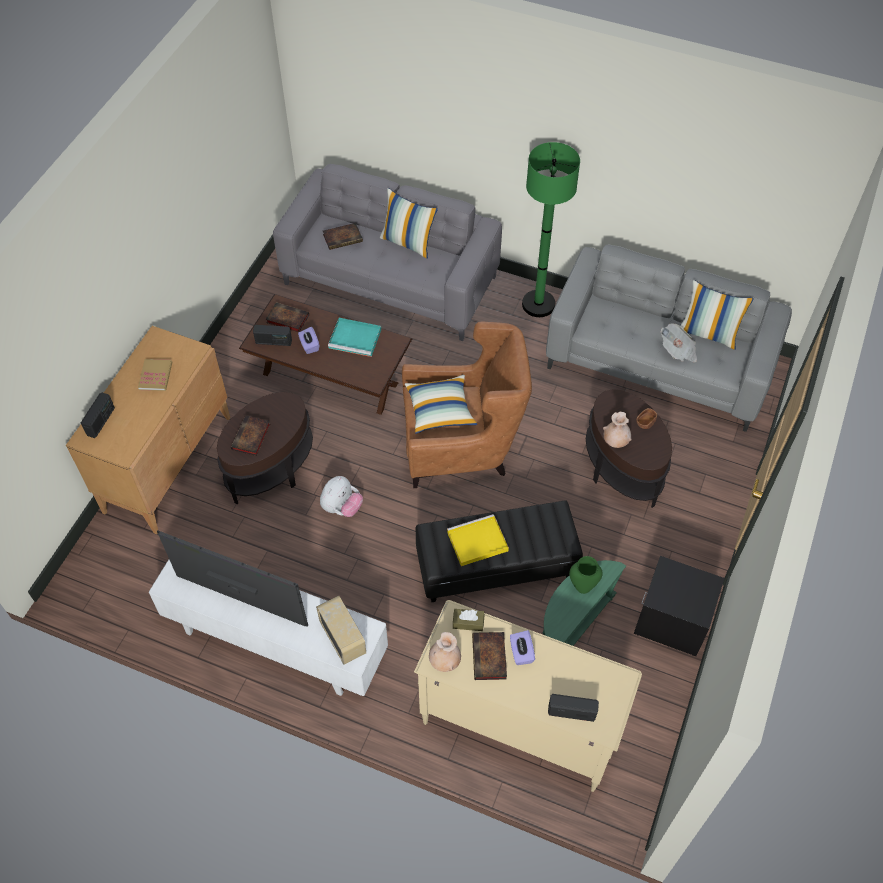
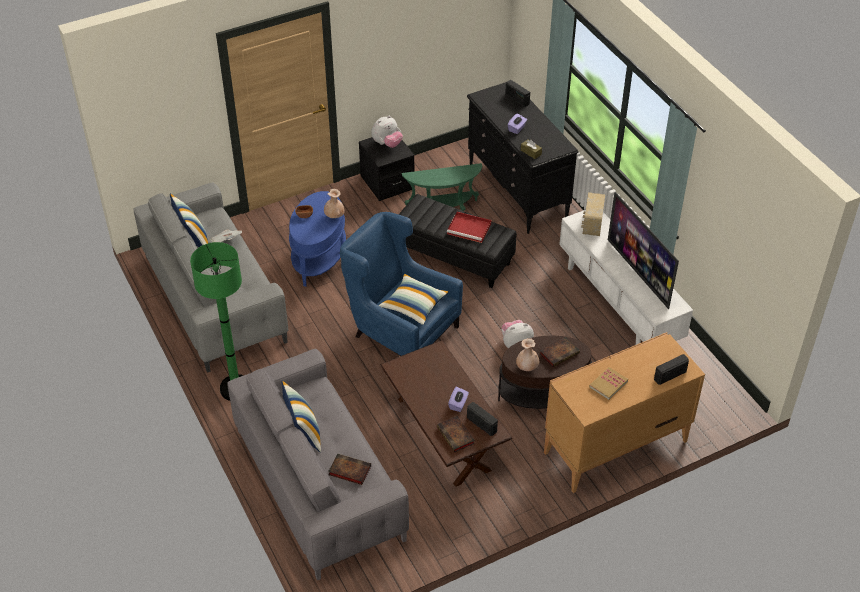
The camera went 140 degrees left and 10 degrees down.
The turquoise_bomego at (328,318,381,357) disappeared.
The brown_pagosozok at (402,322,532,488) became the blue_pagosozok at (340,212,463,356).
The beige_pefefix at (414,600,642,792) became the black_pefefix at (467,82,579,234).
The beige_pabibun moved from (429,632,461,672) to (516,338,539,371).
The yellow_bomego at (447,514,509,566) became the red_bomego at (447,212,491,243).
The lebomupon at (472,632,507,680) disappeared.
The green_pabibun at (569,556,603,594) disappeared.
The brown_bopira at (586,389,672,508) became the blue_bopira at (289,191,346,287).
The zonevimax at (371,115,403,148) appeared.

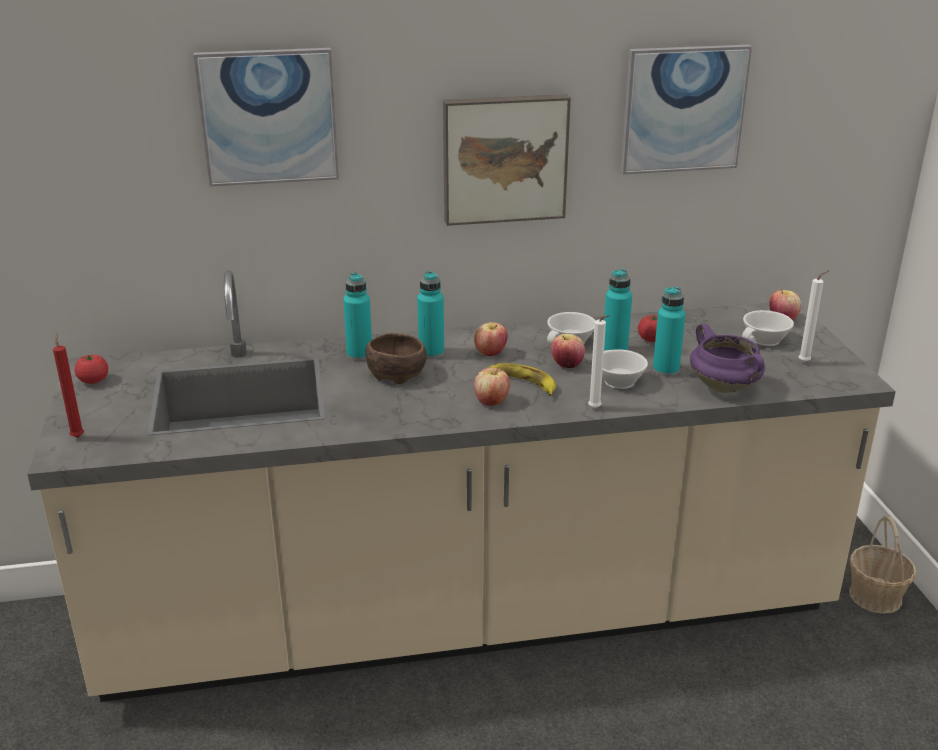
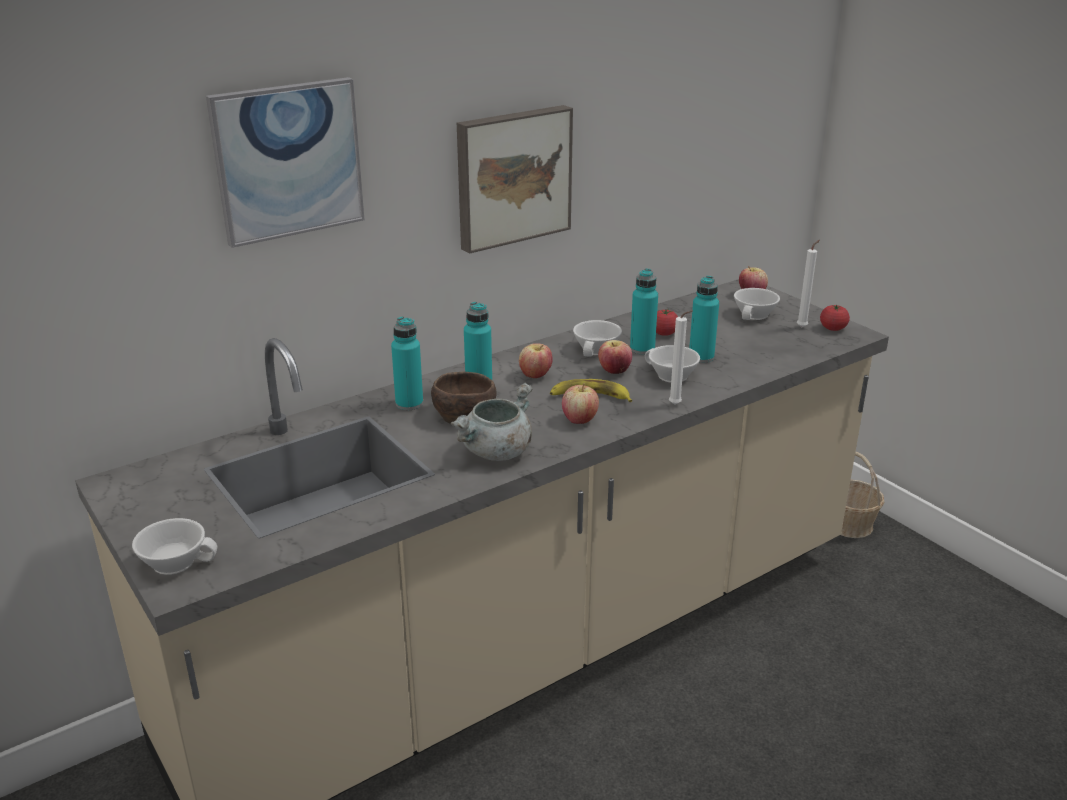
The camera went 25 degrees left and 0 degrees up.
The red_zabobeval at (53,332,84,438) was replaced by the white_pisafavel at (132,518,217,575).
The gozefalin moved from (74,354,109,384) to (820,305,850,331).
The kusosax at (621,45,752,174) disappeared.
The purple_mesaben at (690,324,765,393) disappeared.
The grey_mesaben at (451,383,533,461) appeared.

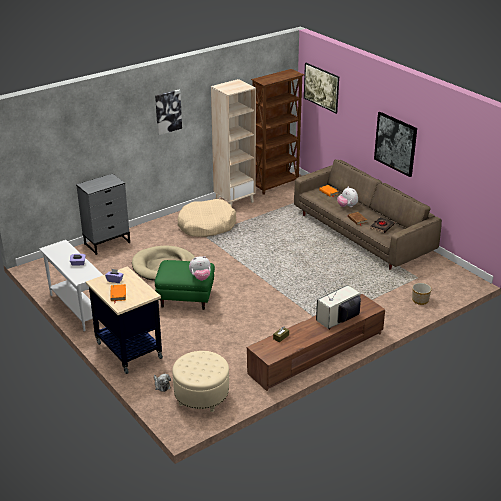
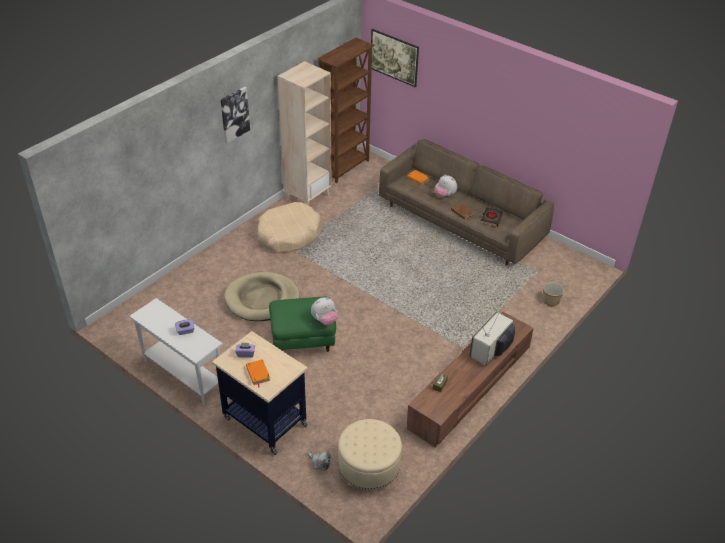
The camera went 15 degrees left and 10 degrees up.
The grey_pefefix at (76,173,130,255) disappeared.
The kusosax at (374,112,417,177) disappeared.

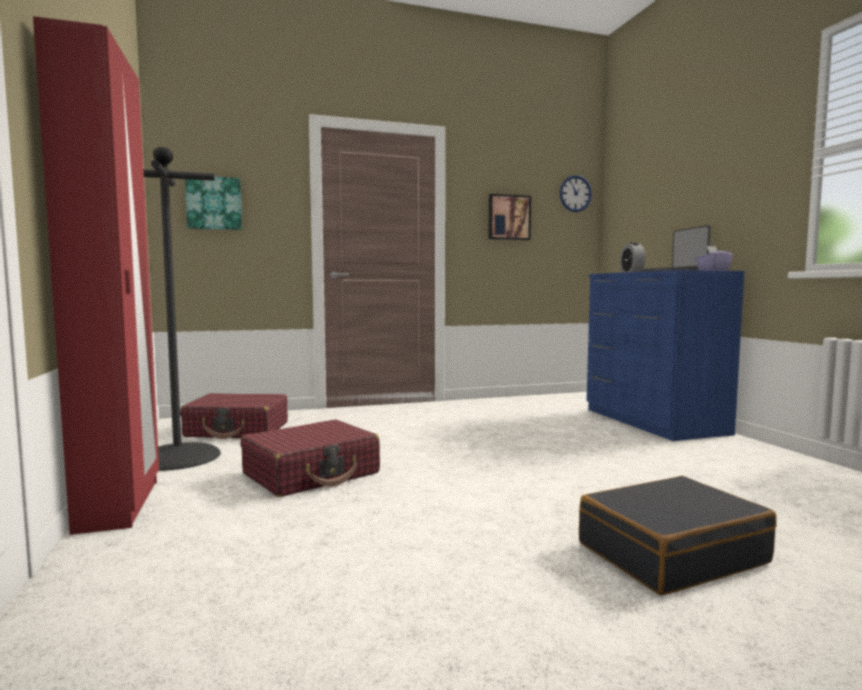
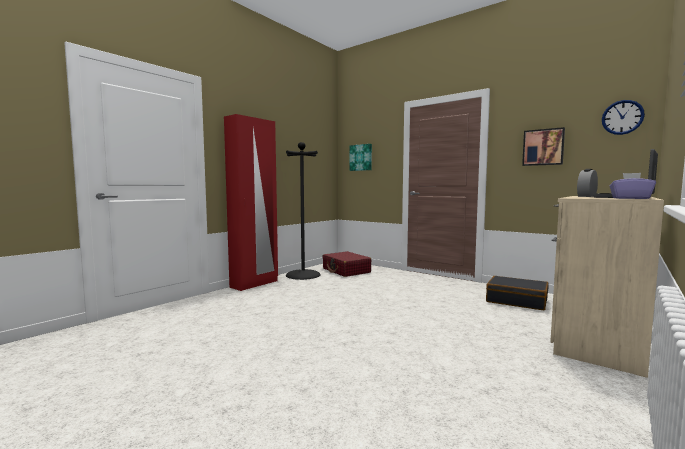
The camera went 55 degrees right and 0 degrees up.
The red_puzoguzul at (241,420,380,497) disappeared.
The black_puzoguzul moved from (579,476,776,595) to (486,276,548,310).
The blue_pefefix at (587,270,744,441) became the beige_pefefix at (550,196,664,378).

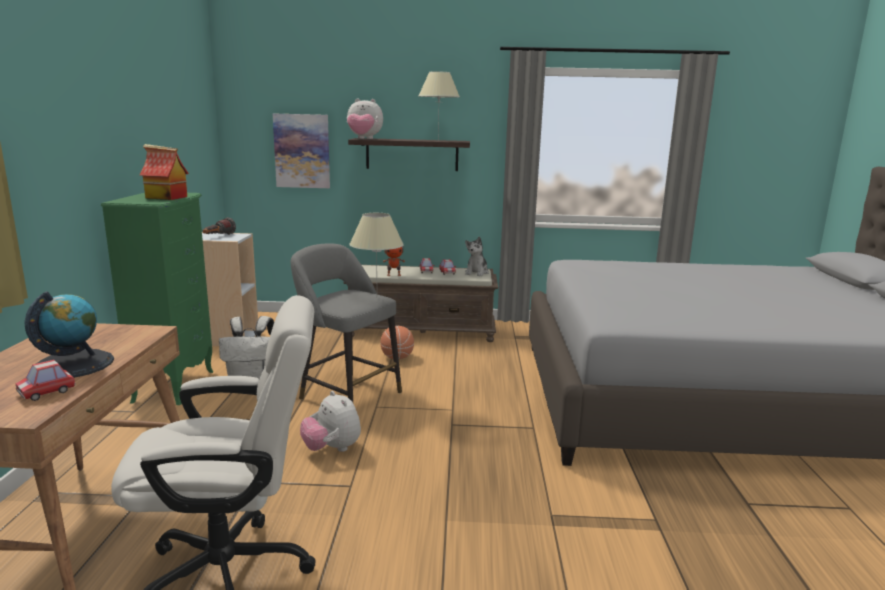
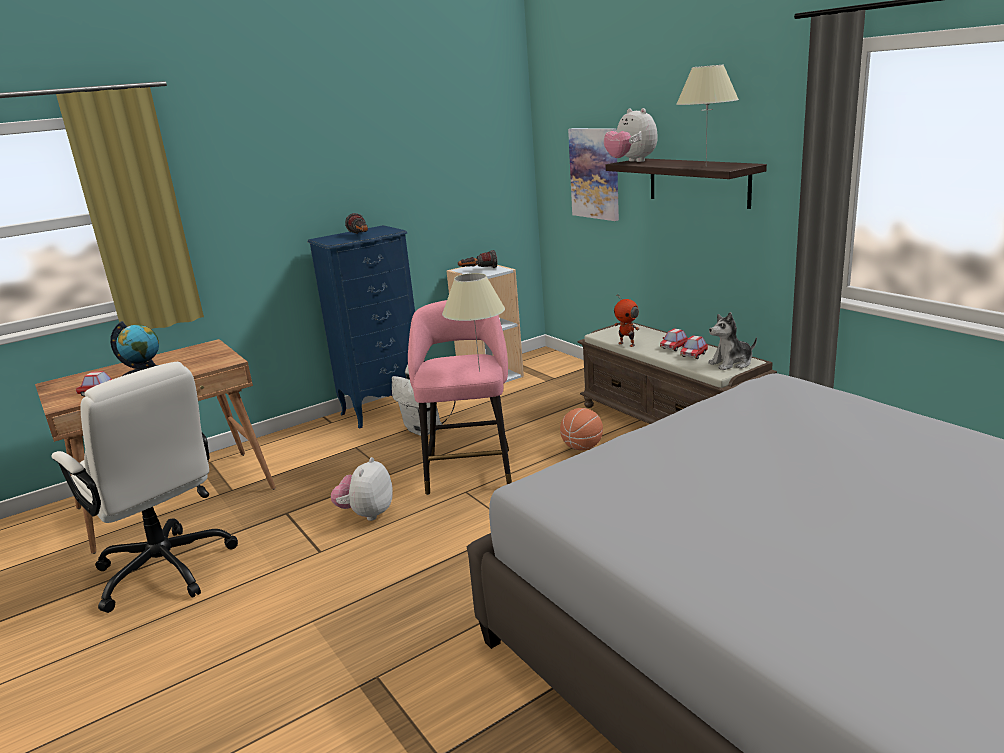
The camera went 55 degrees right and 5 degrees up.
The green_pefefix at (101,193,213,405) became the blue_pefefix at (307,225,415,428).
The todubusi at (139,144,189,200) was replaced by the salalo at (345,213,368,234).
The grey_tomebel at (291,244,402,402) became the pink_tomebel at (408,300,512,495).

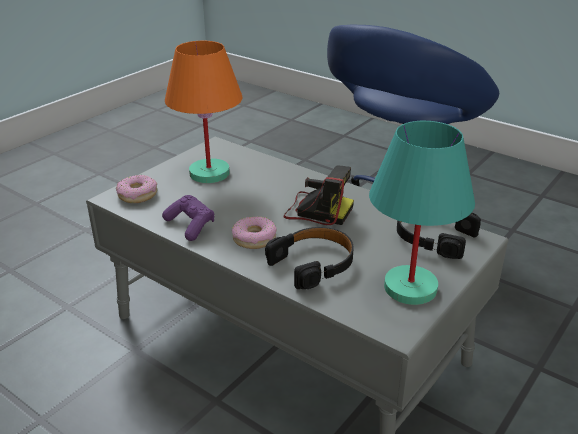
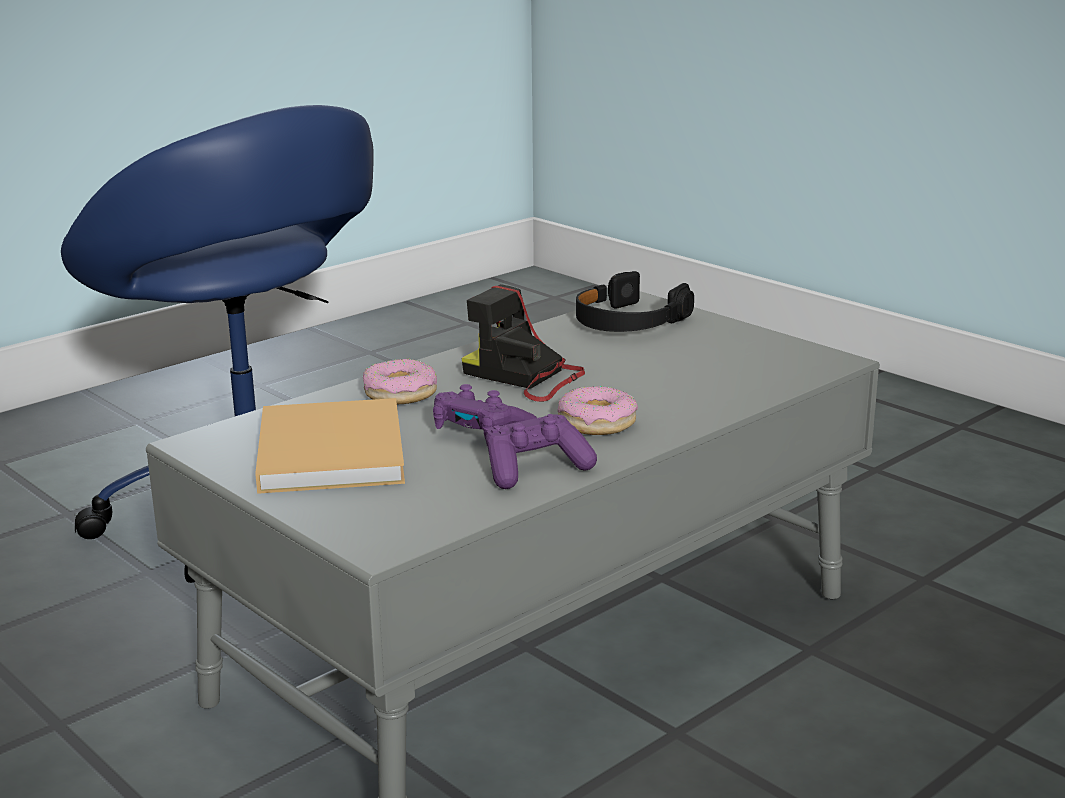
The camera went 80 degrees left and 10 degrees down.
The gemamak moved from (116,175,157,203) to (363,359,437,404).
The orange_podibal at (165,41,243,183) was replaced by the beige_lebomupon at (255,398,405,494).
The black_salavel at (265,227,354,289) disappeared.
The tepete at (283,166,354,225) turned 90 degrees counterclockwise.
The turquoise_podibal at (369,121,475,305) disappeared.
The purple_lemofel at (433,384,537,439) appeared.

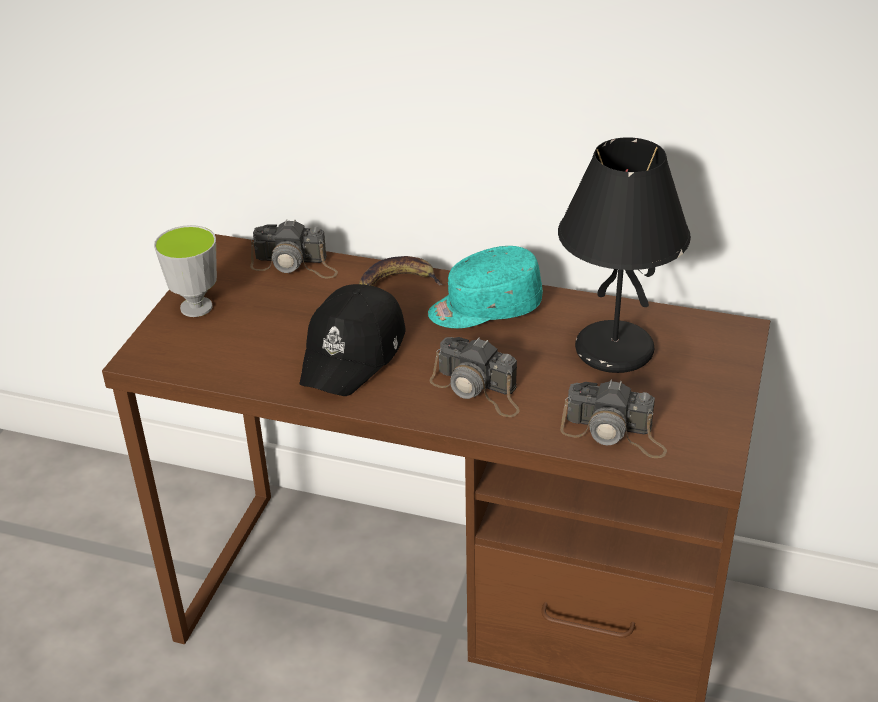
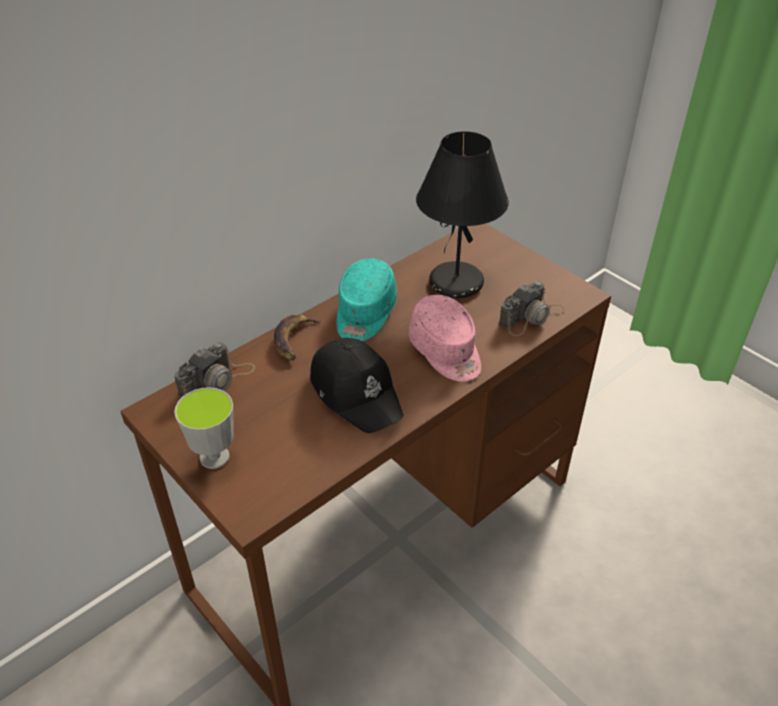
The camera went 60 degrees left and 5 degrees up.
The tepete at (429,337,520,417) was replaced by the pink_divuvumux at (409,295,481,382).

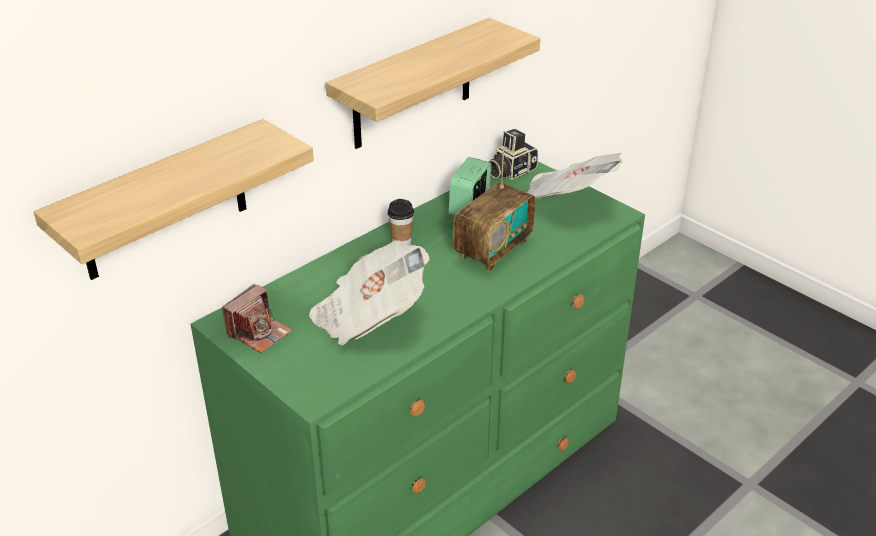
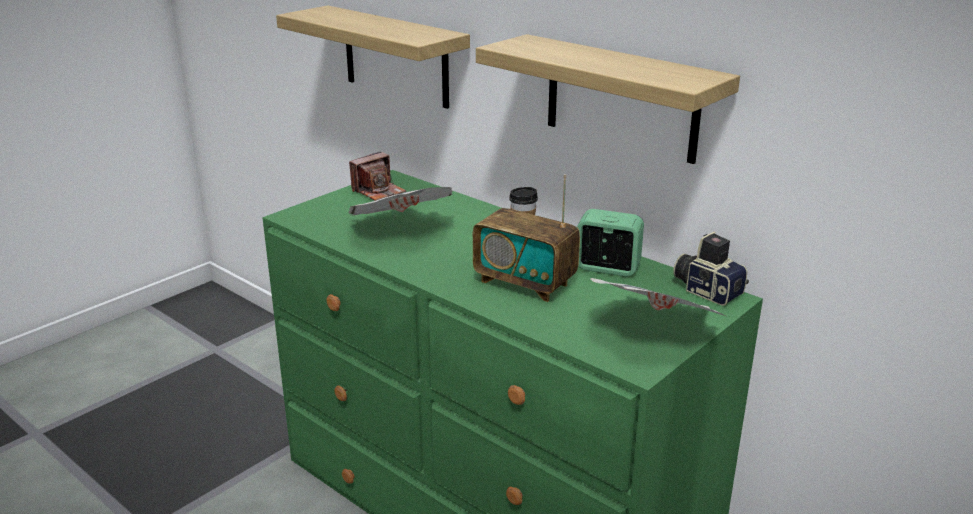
The camera went 85 degrees right and 10 degrees down.
The tepete at (222,284,292,353) turned 75 degrees counterclockwise.

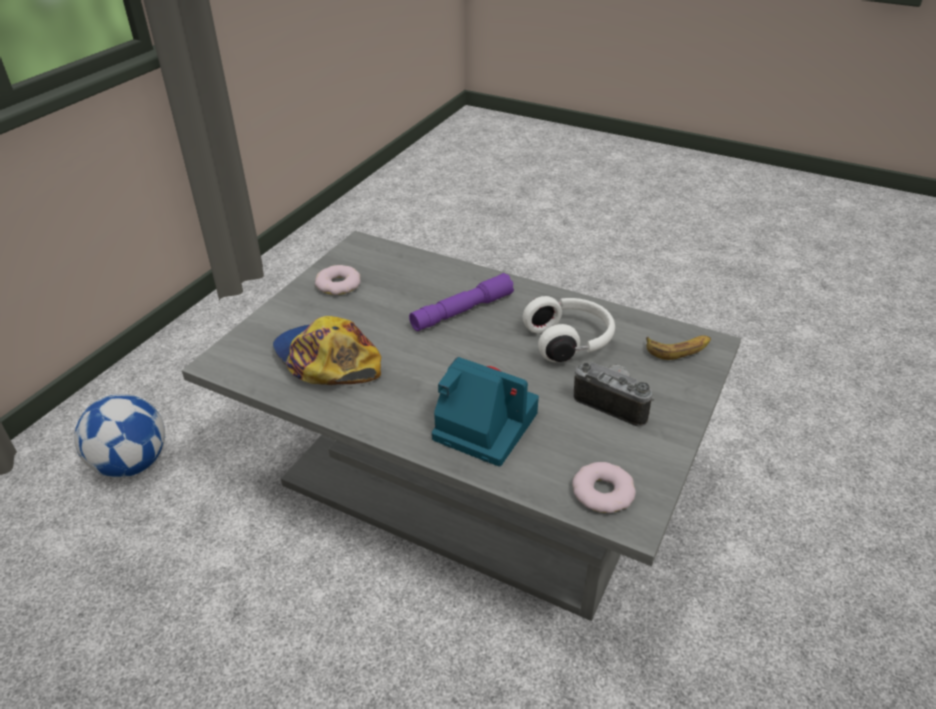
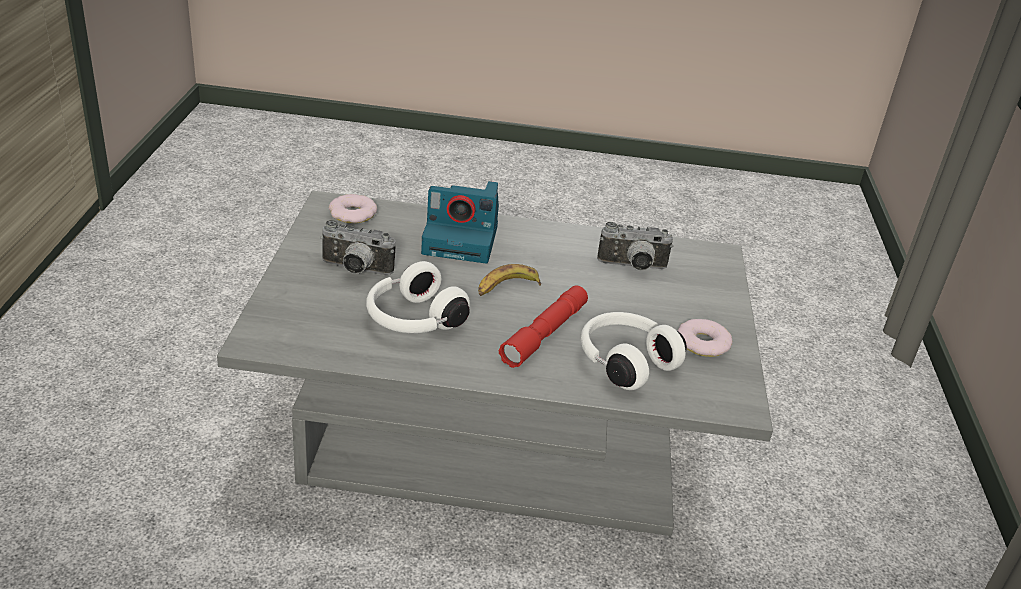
The camera went 155 degrees right and 5 degrees down.
The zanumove at (74,394,165,478) disappeared.
The divuvumux at (273,316,381,385) was replaced by the tepete at (597,222,673,271).
The purple_salalo at (409,273,514,331) became the red_salalo at (499,286,588,368).
The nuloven moved from (646,335,711,360) to (478,264,541,296).
The white_salavel at (581,312,687,390) appeared.

